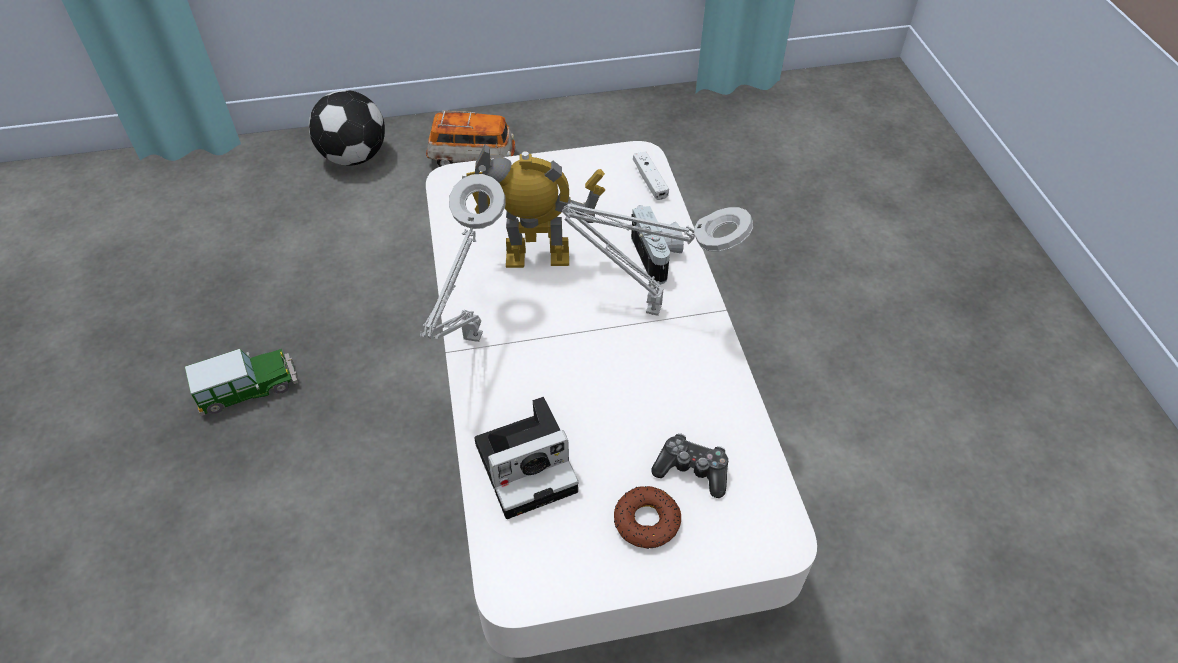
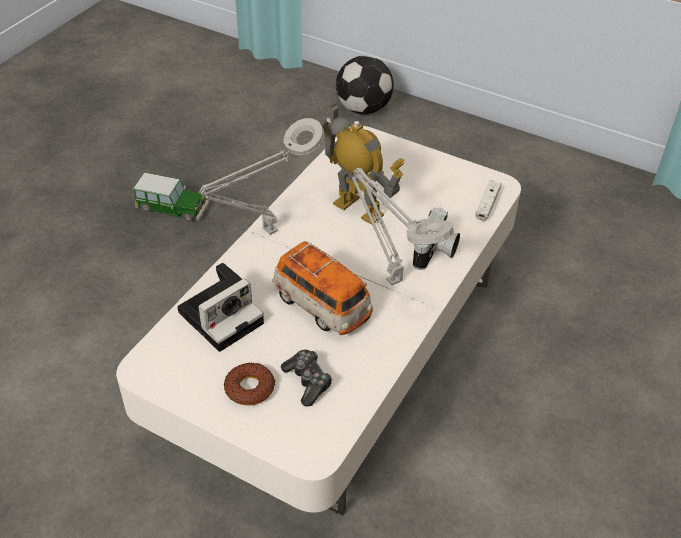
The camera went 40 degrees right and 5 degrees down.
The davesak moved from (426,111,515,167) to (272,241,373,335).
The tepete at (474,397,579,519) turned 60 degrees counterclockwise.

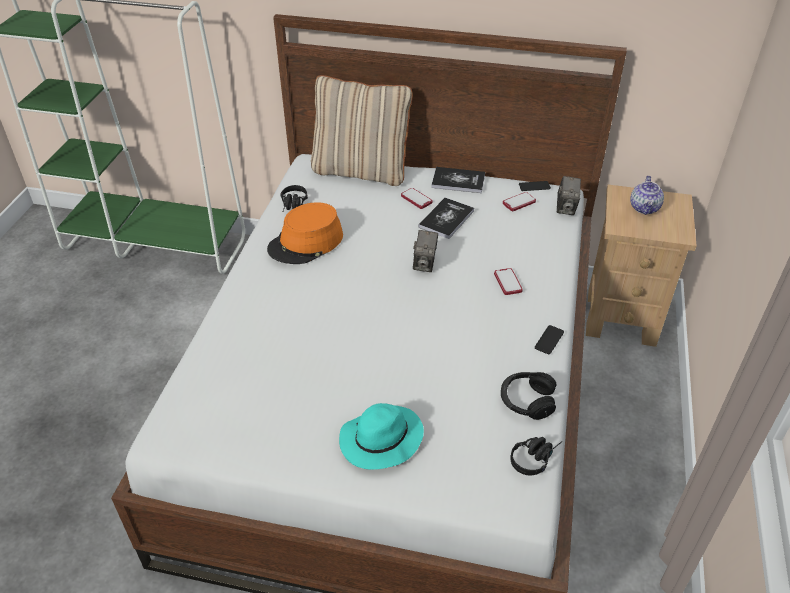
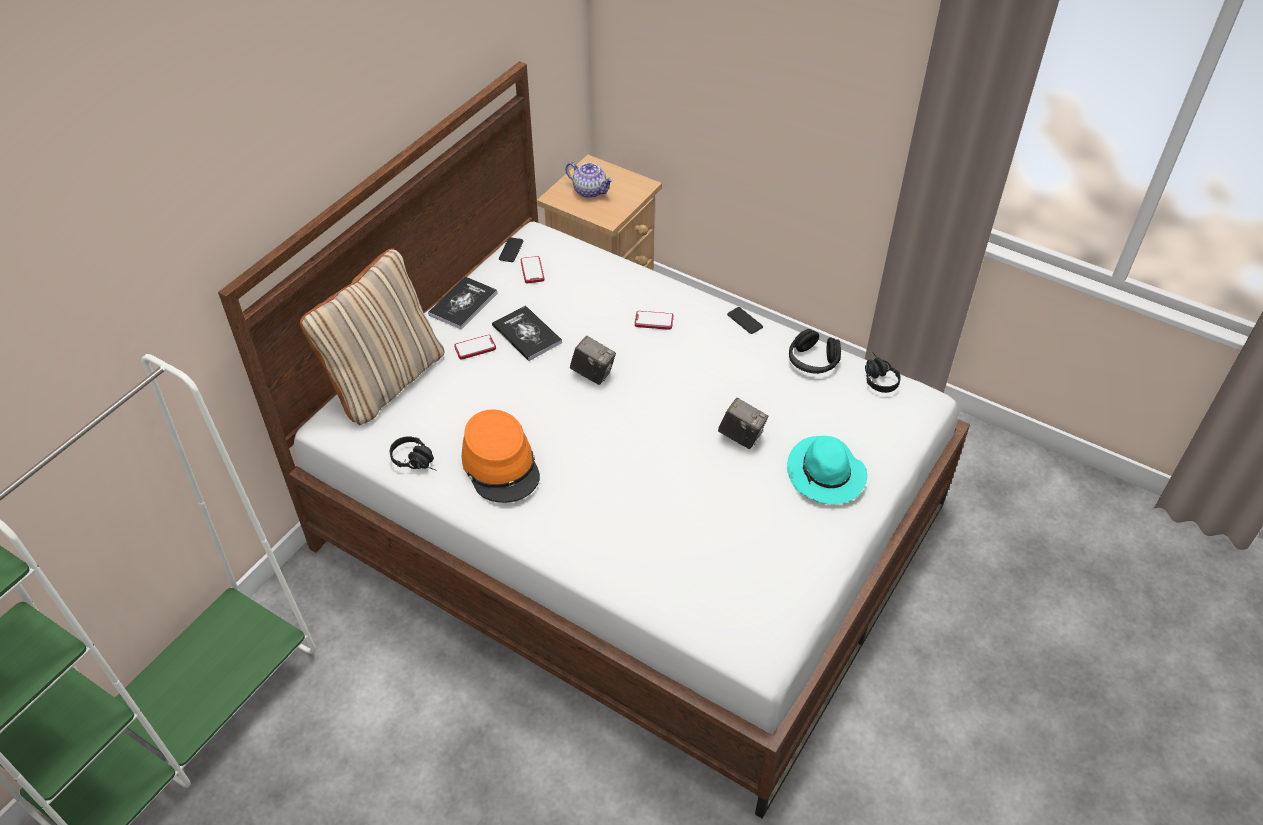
The camera went 70 degrees left and 5 degrees up.
The tepete moved from (557,176,581,215) to (718,398,768,449).

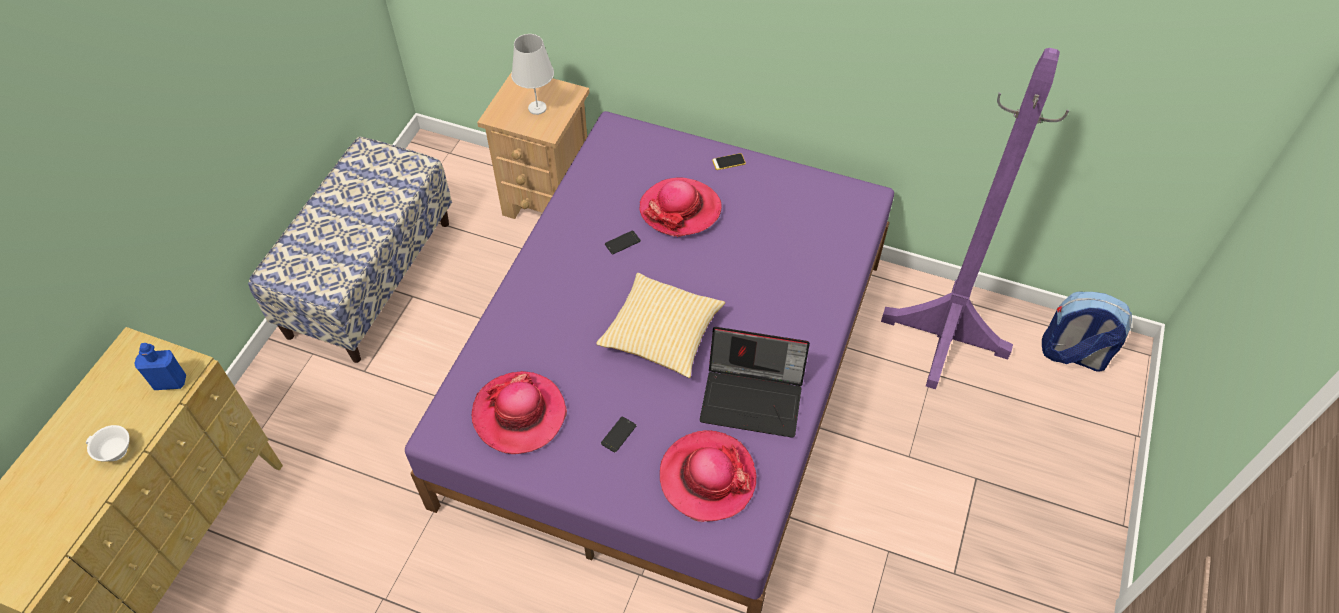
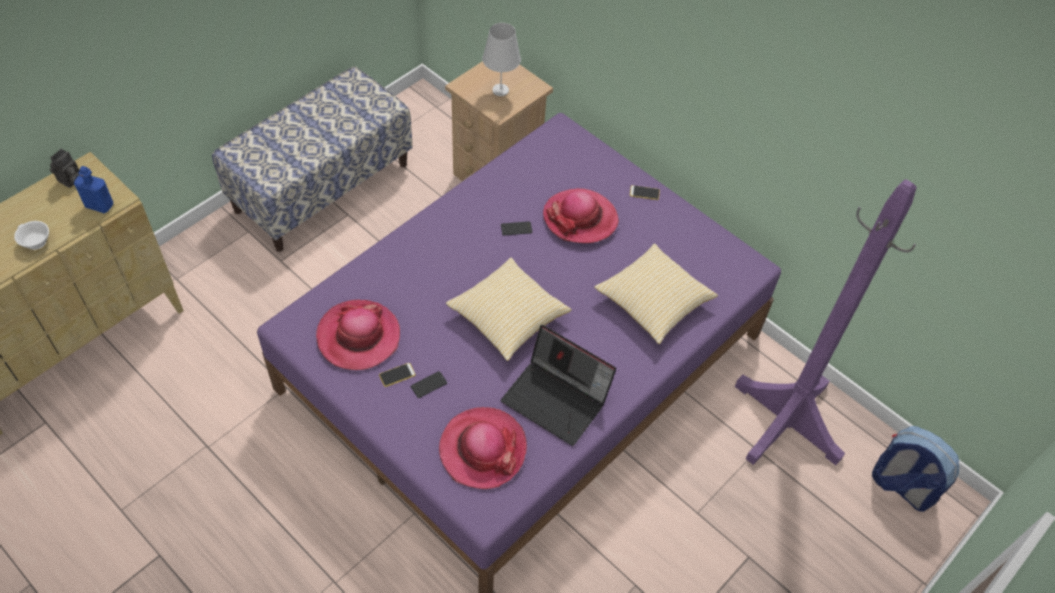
The camera went 20 degrees right and 0 degrees up.
The tepete at (49,149,79,188) appeared.
The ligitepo at (379,363,416,387) appeared.
The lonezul at (594,244,718,344) appeared.

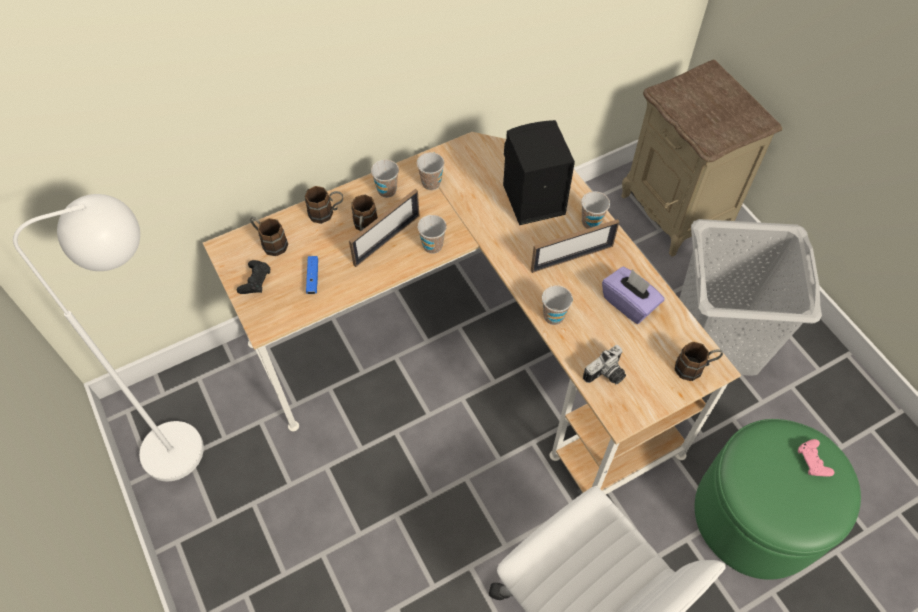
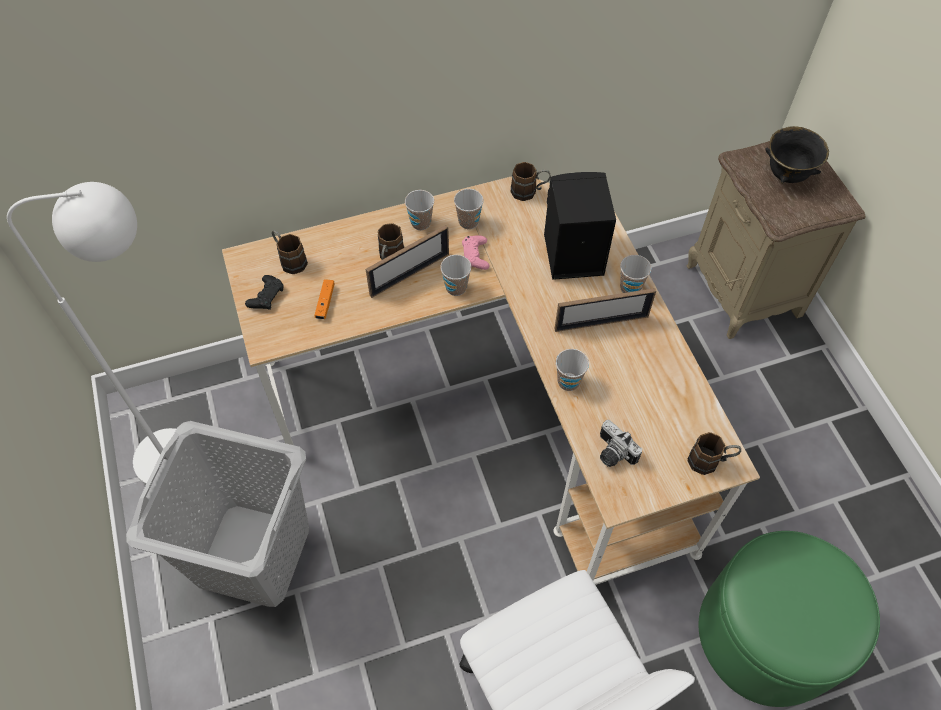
The camera went 10 degrees right and 0 degrees up.
The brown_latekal moved from (305,186,343,224) to (511,162,551,201).
The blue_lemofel at (306,256,318,294) became the orange_lemofel at (315,279,334,319).
The tepete at (583,345,626,384) turned 75 degrees clockwise.
The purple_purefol at (602,267,665,324) disappeared.
The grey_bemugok moved from (679,219,822,376) to (126,421,309,607).
The pink_lemofel moved from (798,439,834,477) to (462,235,489,270).
The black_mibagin at (765,126,829,184) appeared.

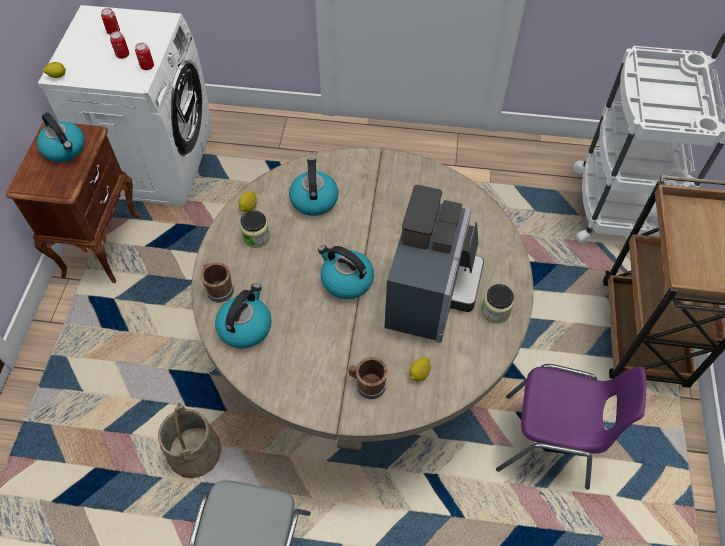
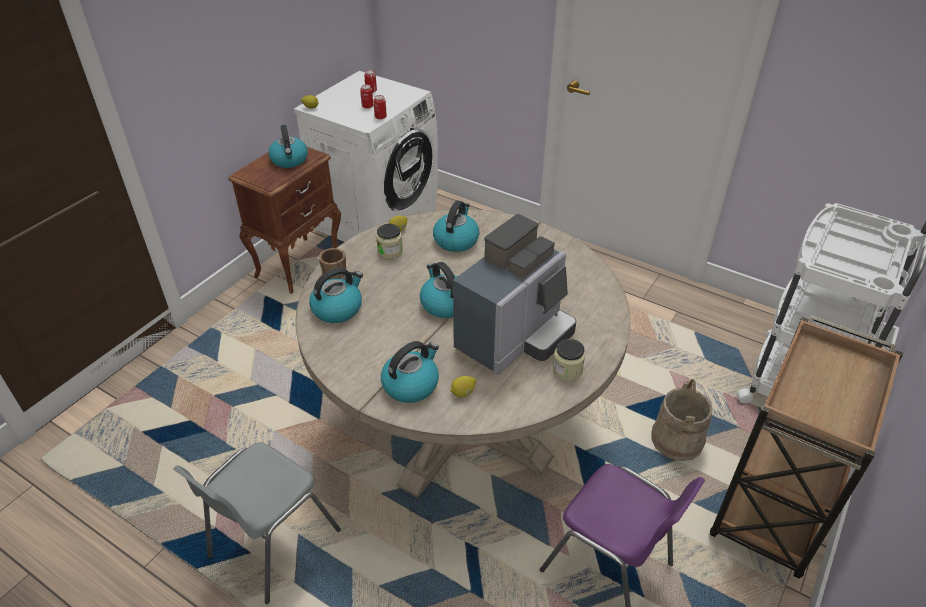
The camera went 25 degrees right and 15 degrees down.
The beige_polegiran moved from (158,403,221,478) to (651,379,712,461).
The brown_latekal at (348,357,388,399) was replaced by the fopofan at (381,341,439,403).

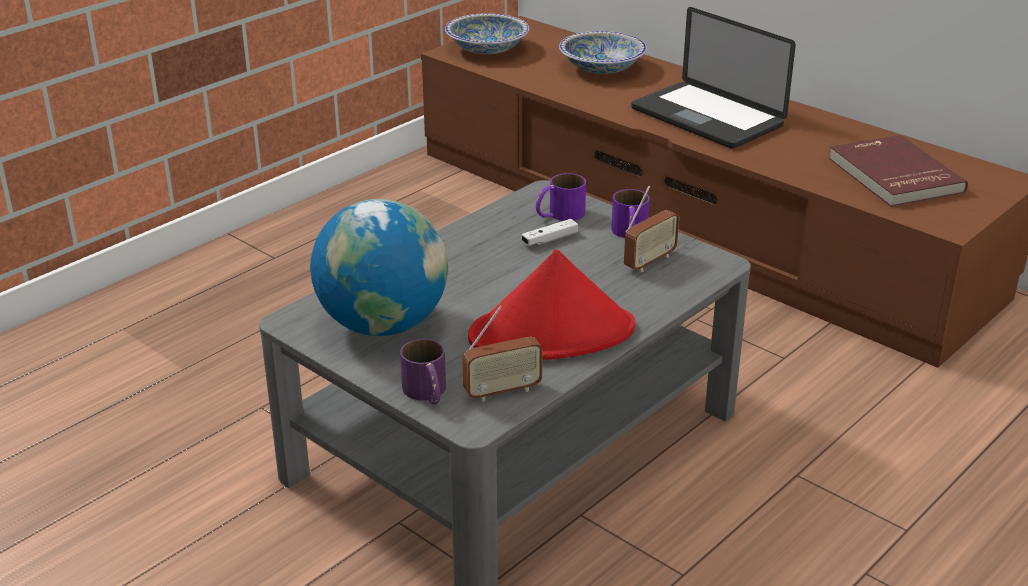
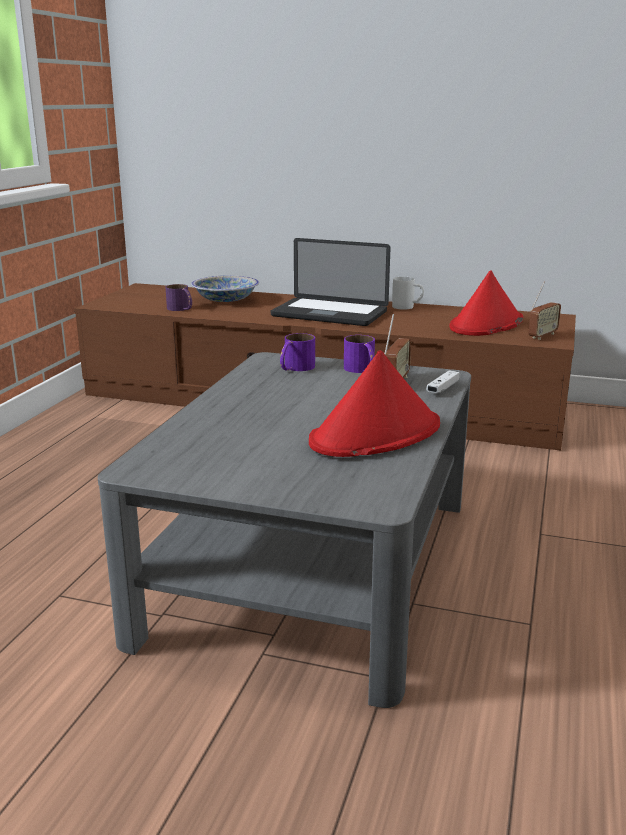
The camera went 25 degrees left and 10 degrees down.
The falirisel at (310,199,448,336) disappeared.
The purple_latekal moved from (400,339,446,404) to (165,284,192,311).
The mibagin at (445,13,529,54) disappeared.
The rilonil moved from (462,306,543,402) to (529,282,561,340).
The white_lemofel moved from (522,219,578,246) to (426,370,460,393).
The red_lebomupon at (829,135,968,207) was replaced by the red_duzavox at (450,270,523,336).
The white_latekal at (392,277,424,310) appeared.

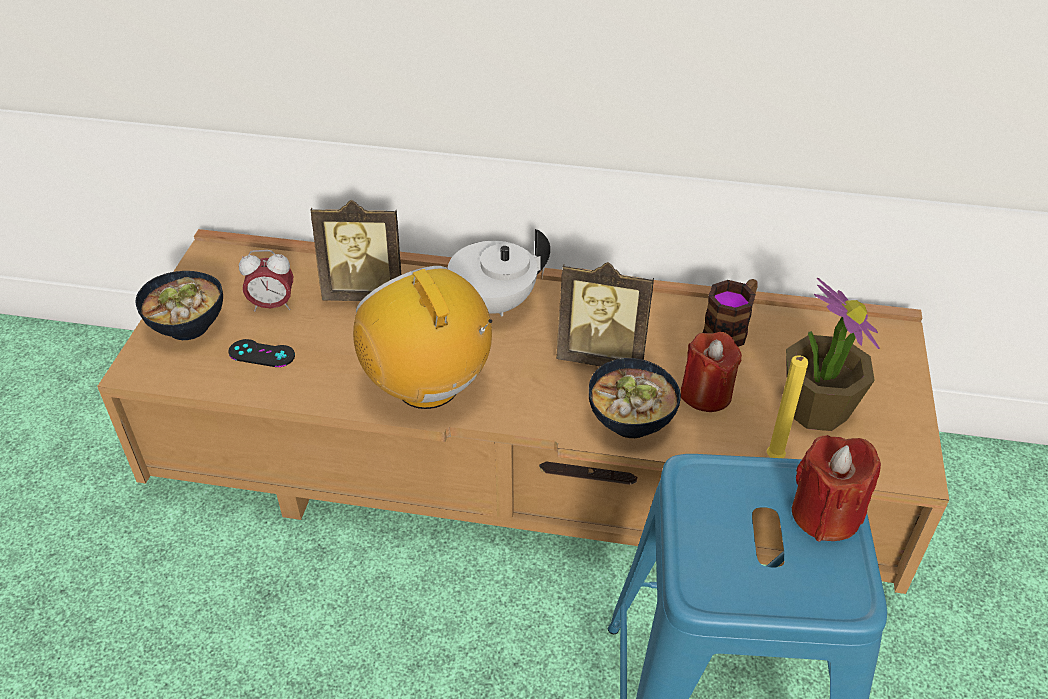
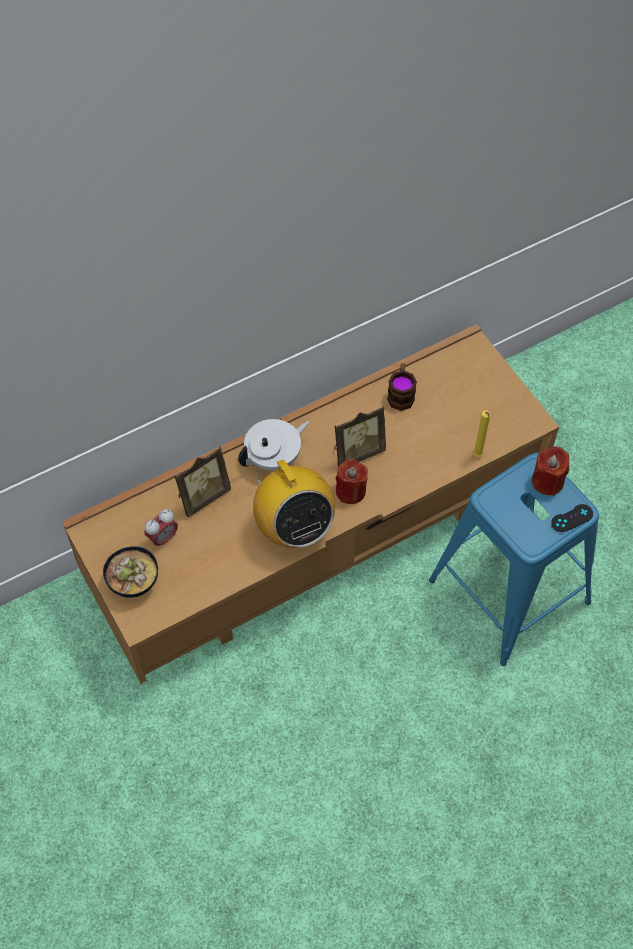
The camera went 40 degrees left and 15 degrees up.
The black_lemofel moved from (229,339,295,367) to (551,504,593,532).
The rilonil at (353,266,492,409) turned 135 degrees counterclockwise.
The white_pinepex at (448,229,550,317) turned 150 degrees counterclockwise.
The mibagin at (589,358,681,438) disappeared.
The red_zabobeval moved from (681,332,742,412) to (336,459,368,504).
The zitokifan at (786,277,880,431) disappeared.

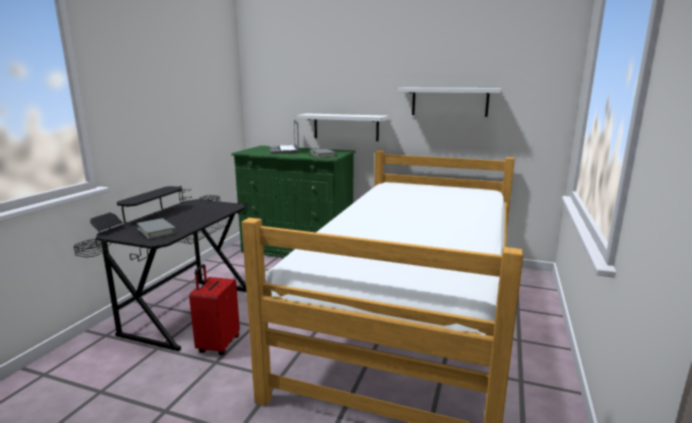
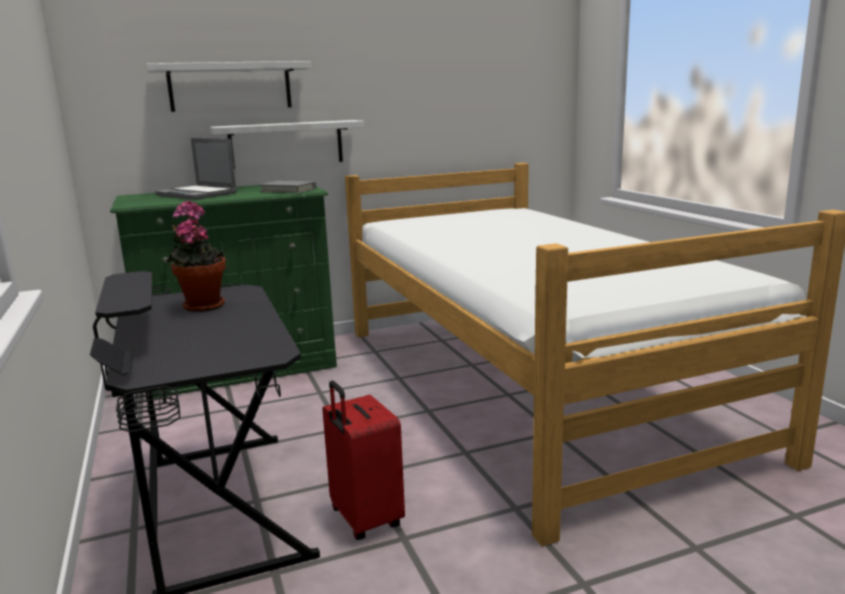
The camera went 40 degrees left and 0 degrees up.
The grey_lebomupon at (136,218,177,239) disappeared.
The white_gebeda moved from (398,88,501,117) to (147,61,311,112).
The zitokifan at (166,200,226,312) appeared.

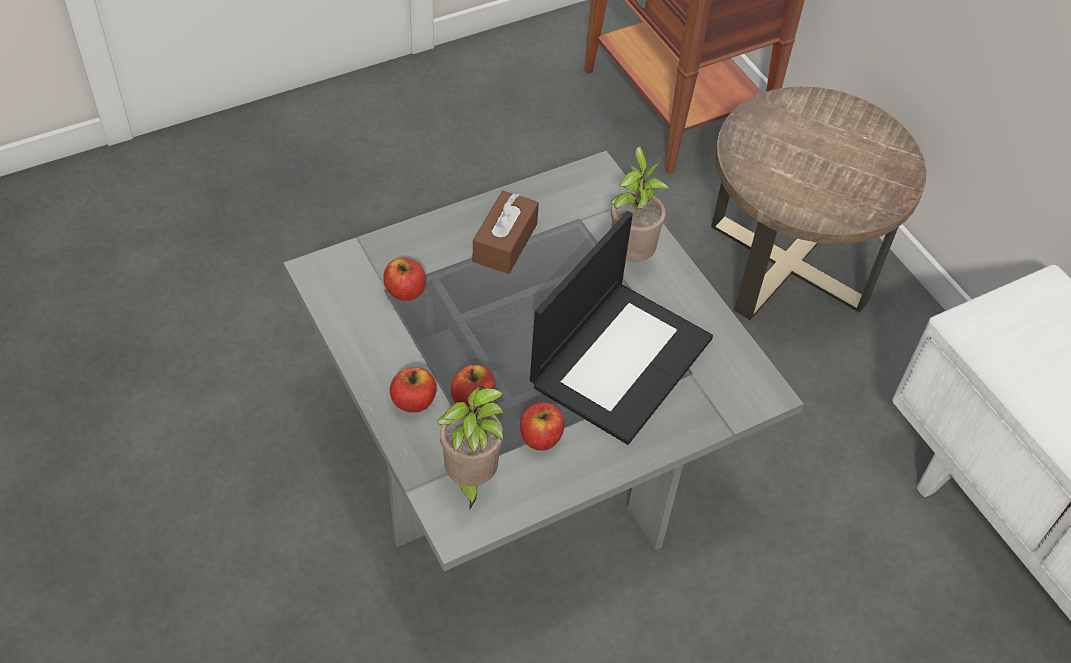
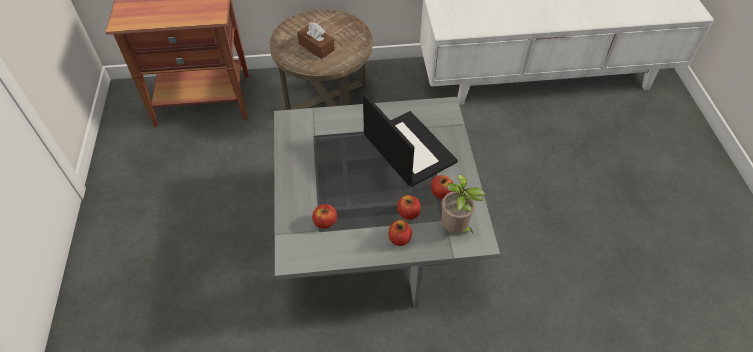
The camera went 65 degrees left and 0 degrees up.
The brown_purefol moved from (473,191,539,274) to (297,22,335,59).
The zitokifan at (610,146,670,262) disappeared.

